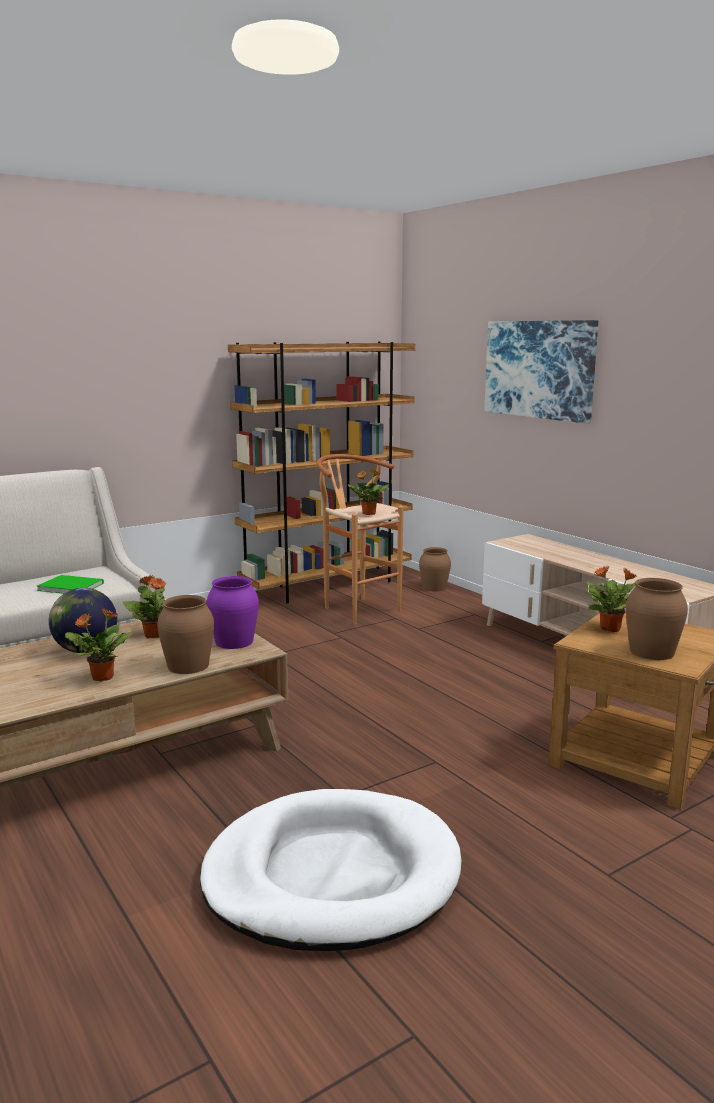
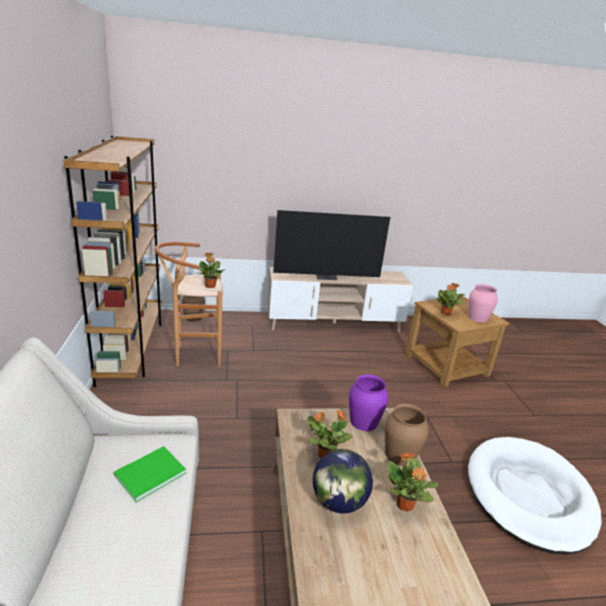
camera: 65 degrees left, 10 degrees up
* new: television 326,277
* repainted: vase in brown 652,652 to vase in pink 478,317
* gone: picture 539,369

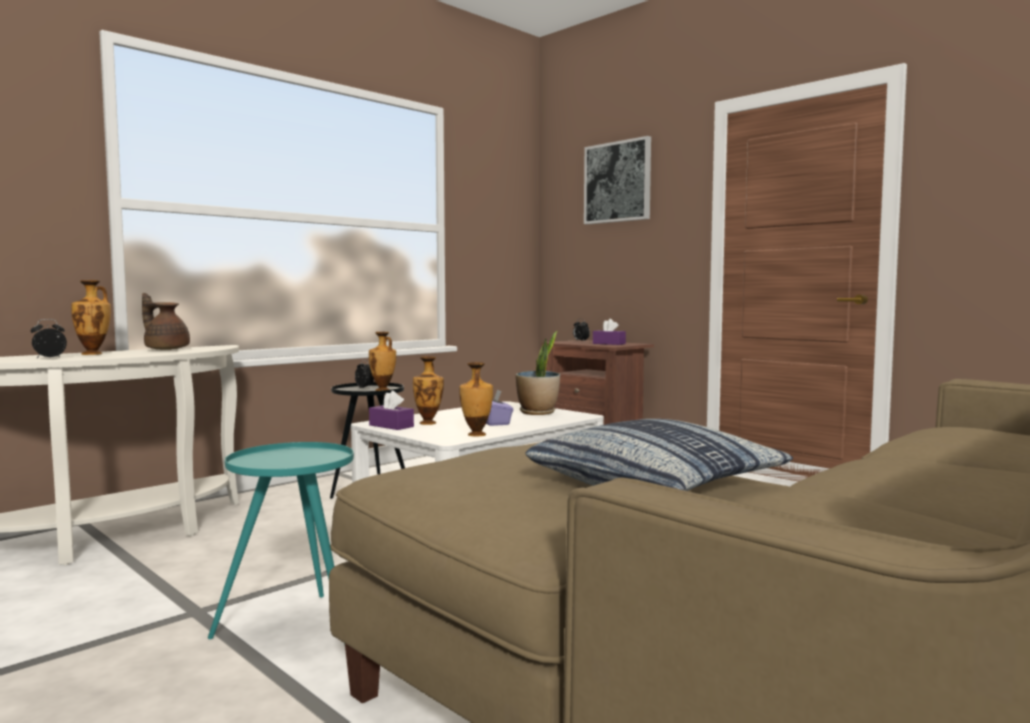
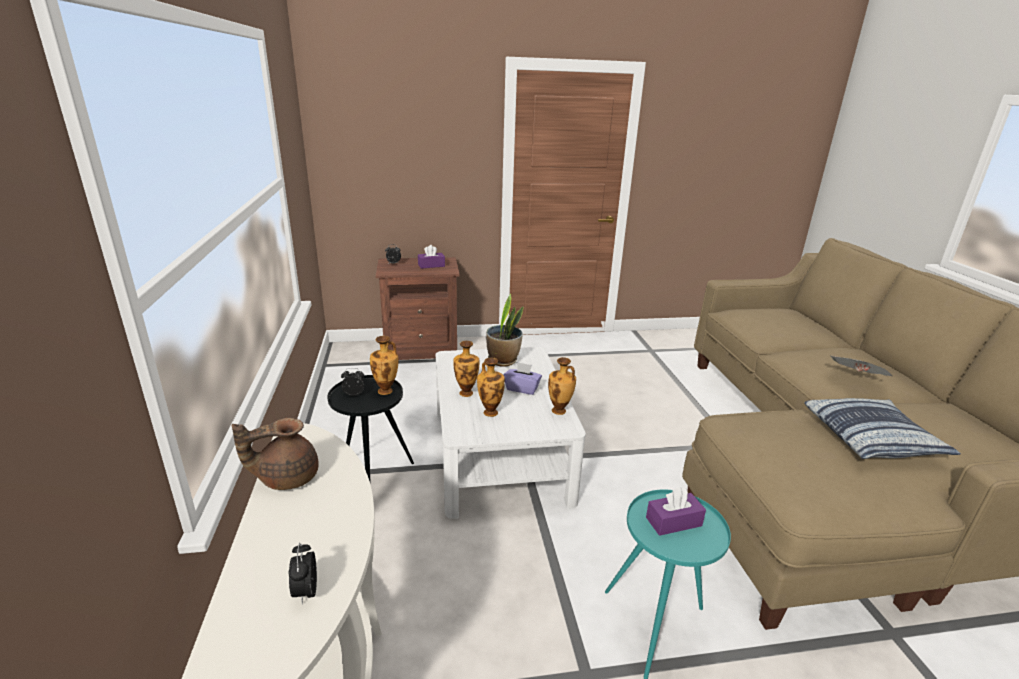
camera: 55 degrees left, 20 degrees up
* shifted: vase 93,354 to 466,392
* shifted: tissue box in purple 391,426 to 673,521
* new: newspaper 856,380
* gone: picture 617,182

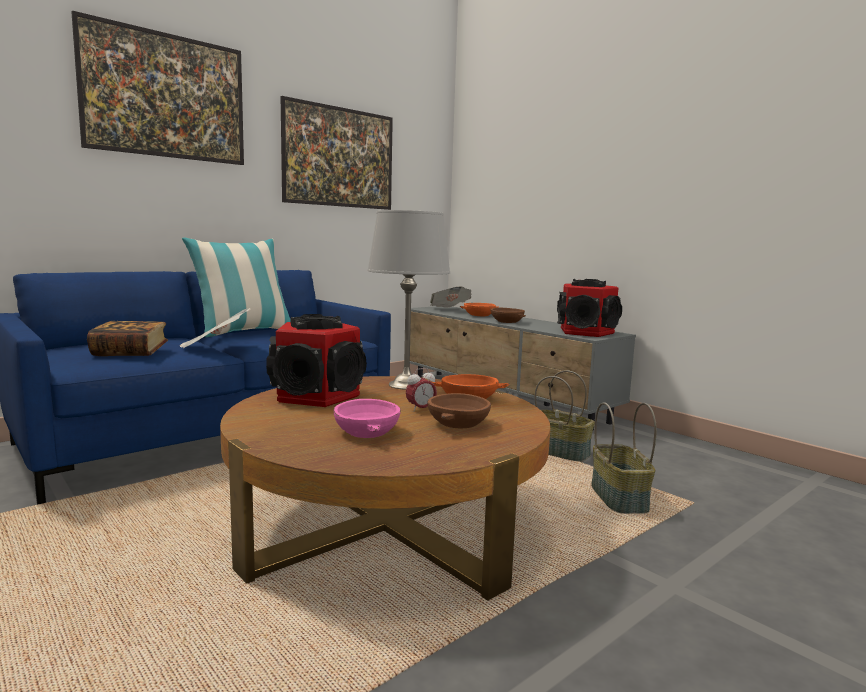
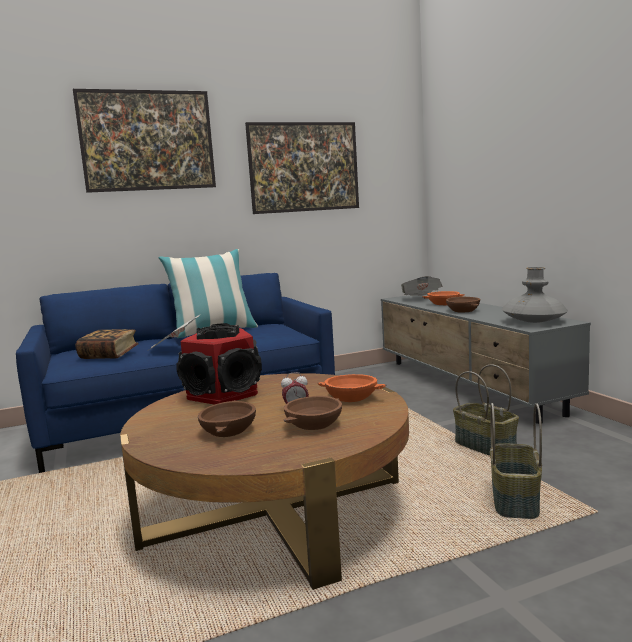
camera: 20 degrees right, 0 degrees up
* repainted: bowl in pink 368,432 to bowl in brown 229,431
* swapped: speaker 586,332 to vase in grey 534,321
* gone: table lamp in grey 406,385

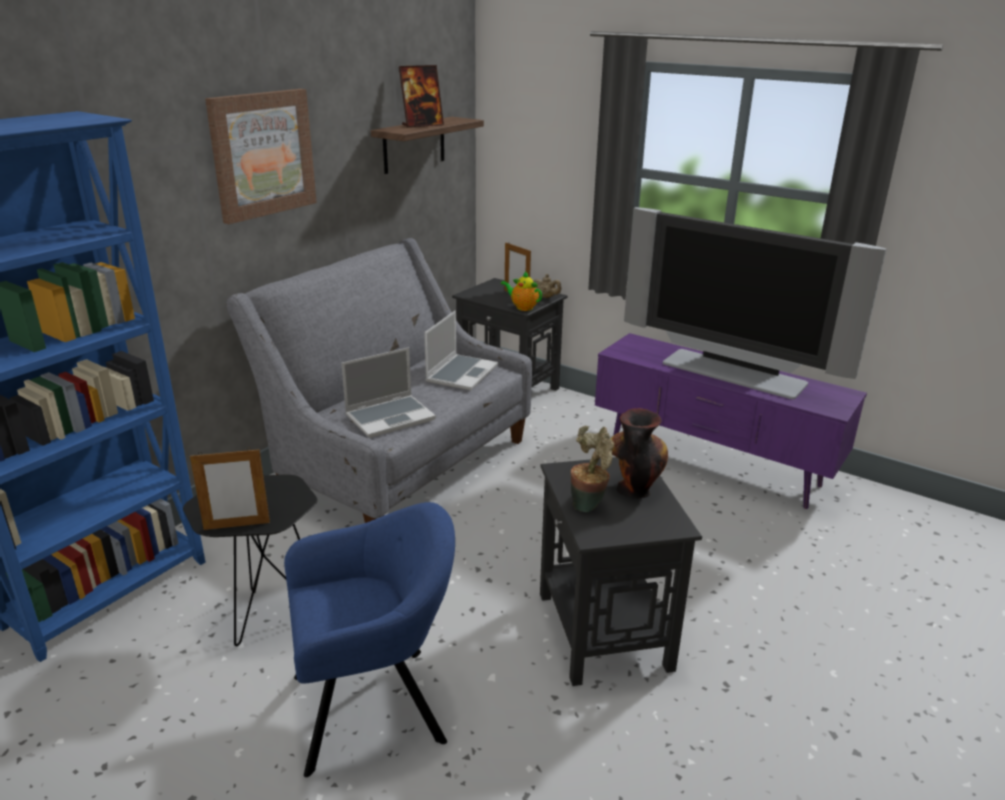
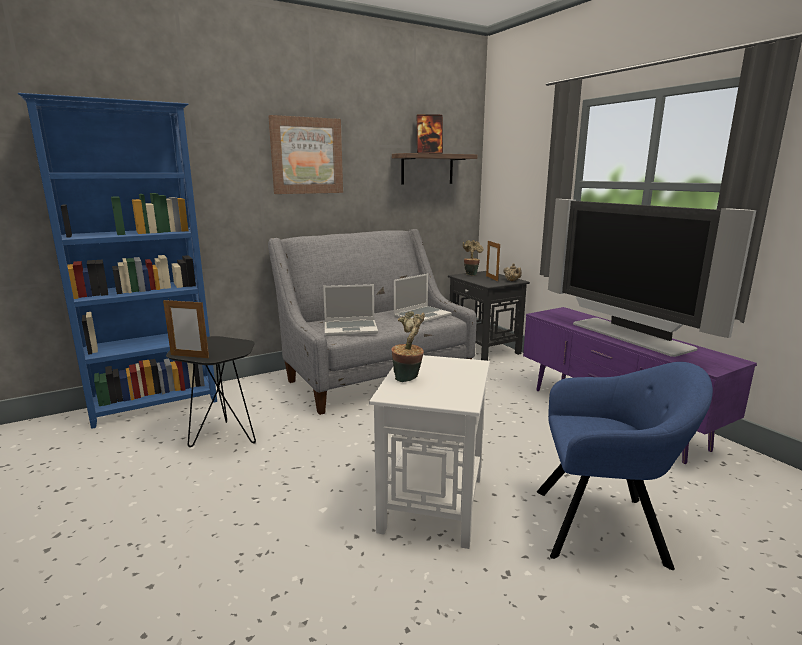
camera: 25 degrees right, 10 degrees down
* repainted: side table in black 604,631 to side table in white 432,504
* new: potted plant 471,274
* shifted: armchair in blue 375,706 to 605,526
* gone: teapot 522,307
* gone: vase 633,487

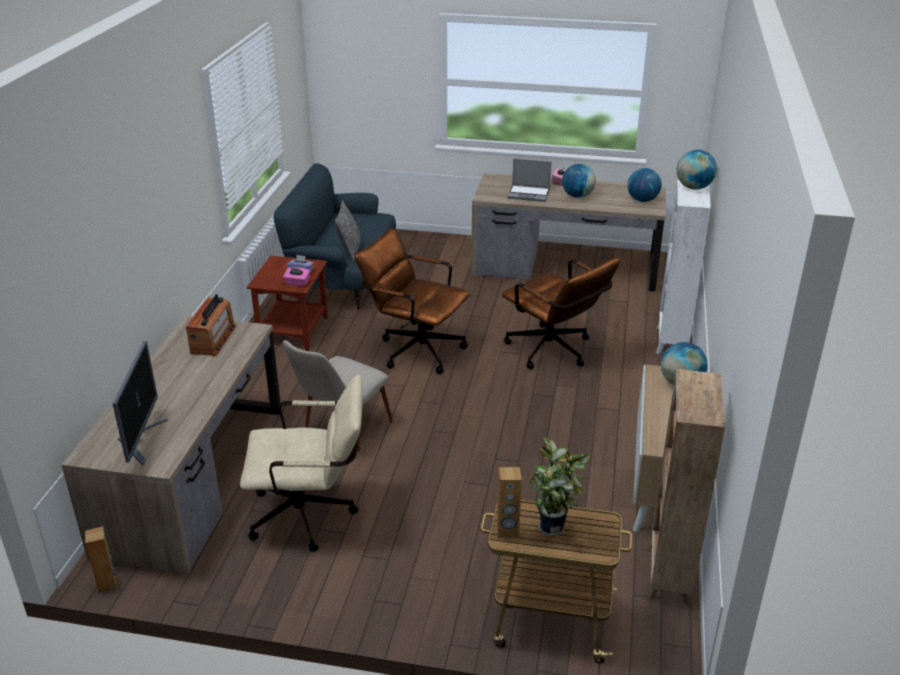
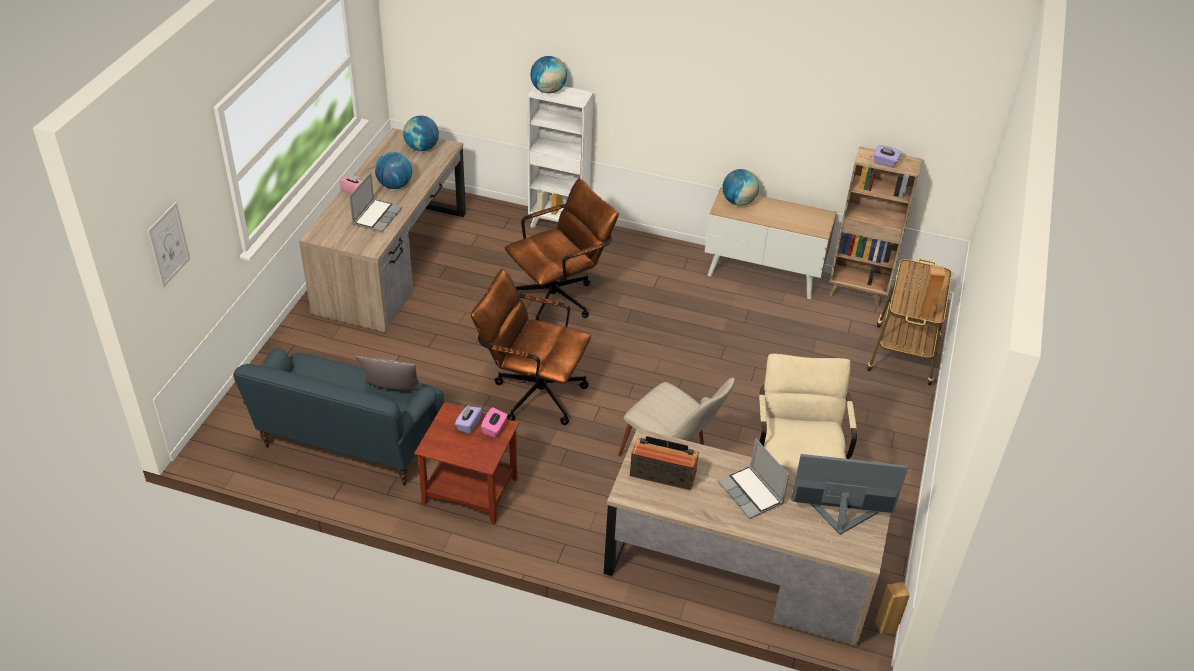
camera: 85 degrees left, 10 degrees up
* new: picture 168,244
* rotated: office chair in brown 414,349 = 532,392 75 degrees clockwise
* new: laptop 751,493
* new: tissue box in purple 885,162
* gone: potted plant 554,527

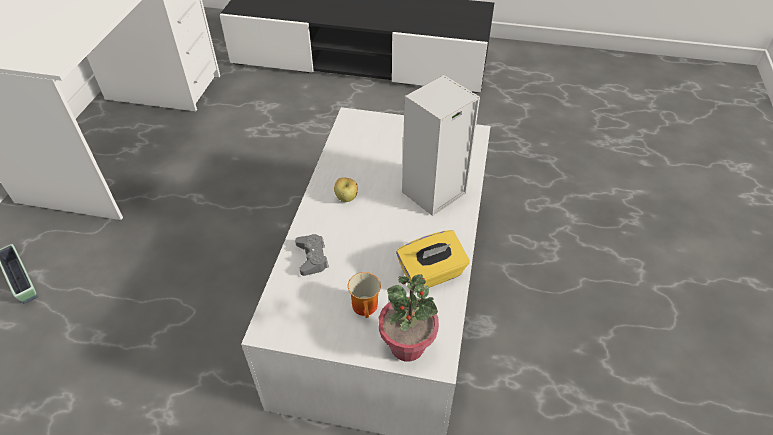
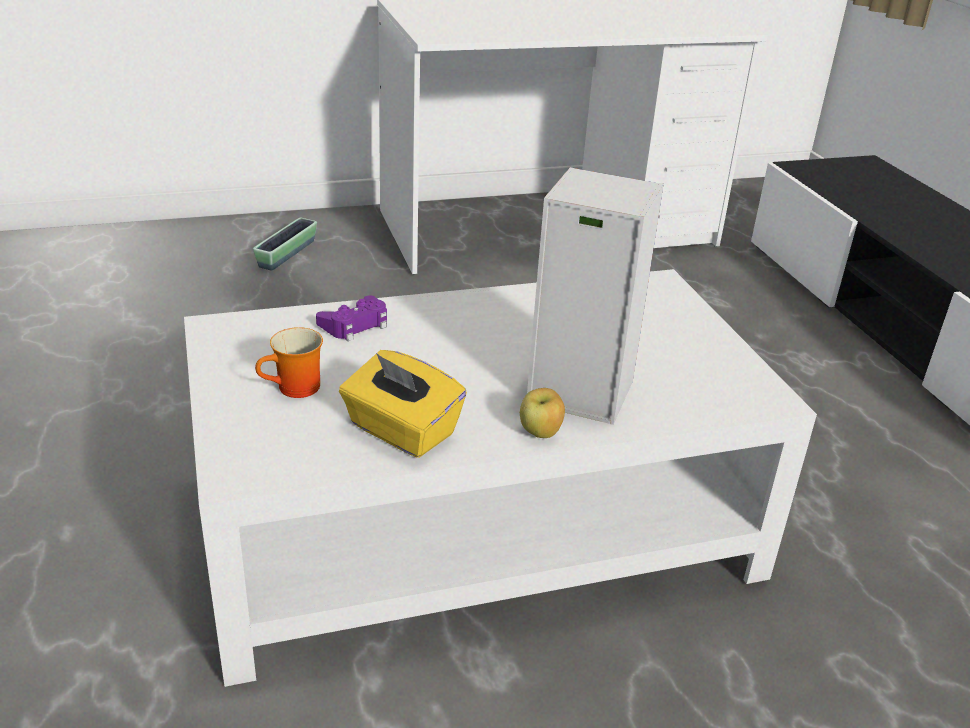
camera: 60 degrees right, 15 degrees down
* repainted: game controller in grey 312,258 to game controller in purple 355,325
* shifted: apple 346,198 to 541,433
* gone: potted plant 407,346

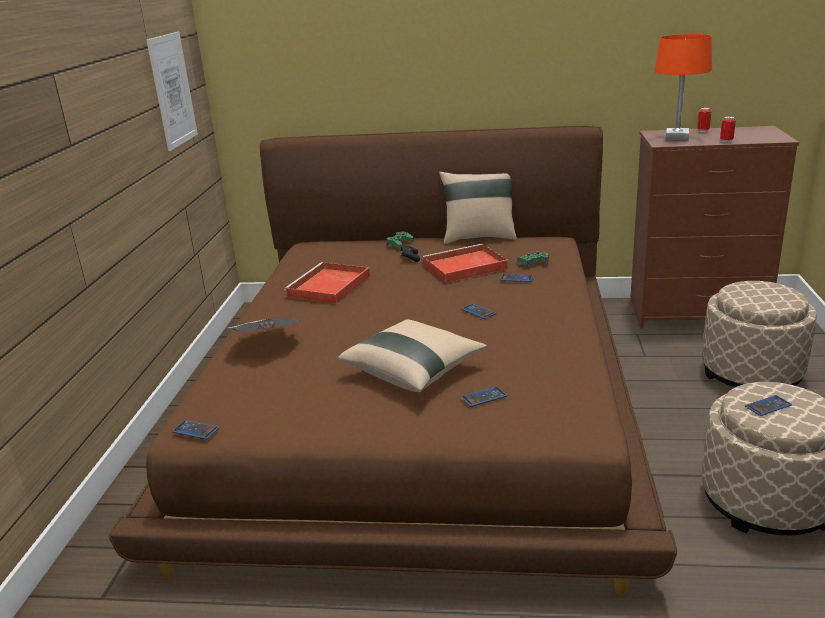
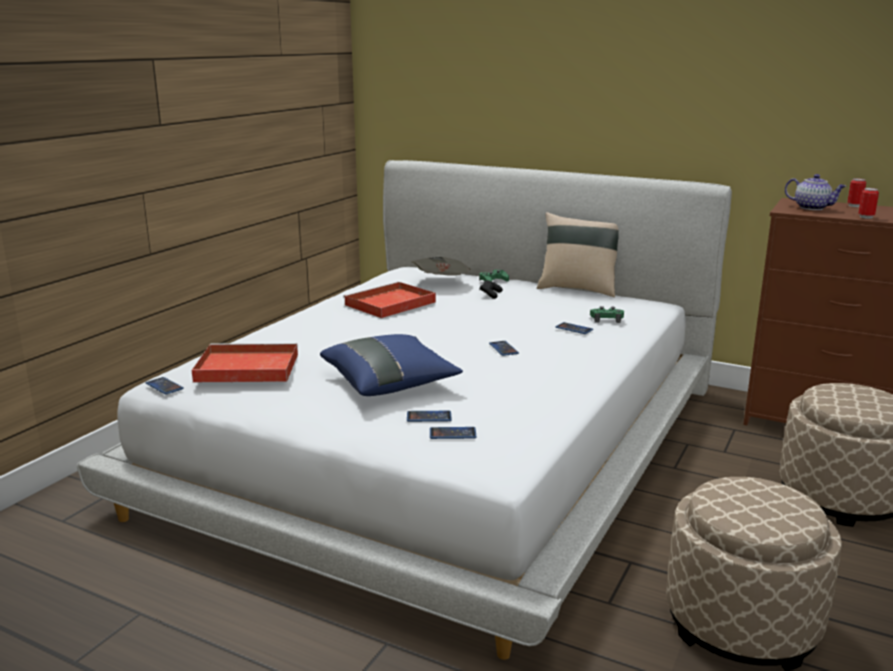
camera: 20 degrees right, 5 degrees down
* repainted: bed in brown 419,406 to bed in white 446,442
* shifted: tray in red 463,267 to 245,368
* repainted: pillow in beige 414,371 to pillow in blue 390,384
* shifted: newspaper 268,342 to 442,283
* shifted: phone 768,406 to 452,434
* swapped: table lamp in orange 677,138 to teapot 812,208
* gone: picture 172,90

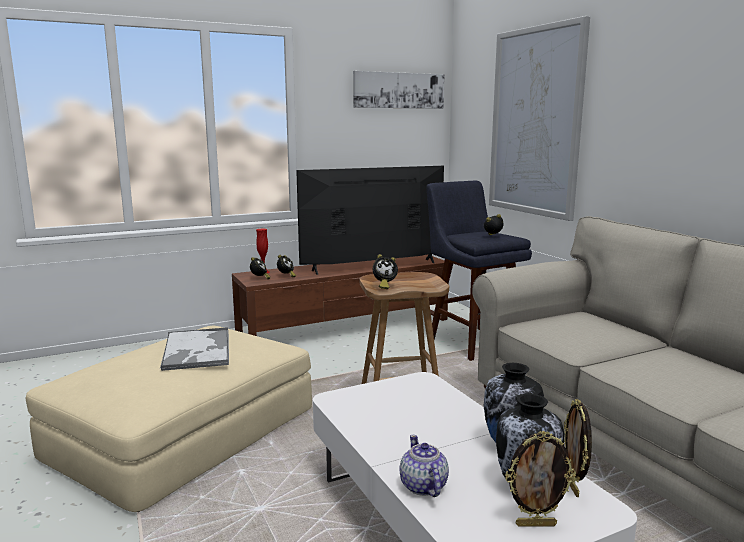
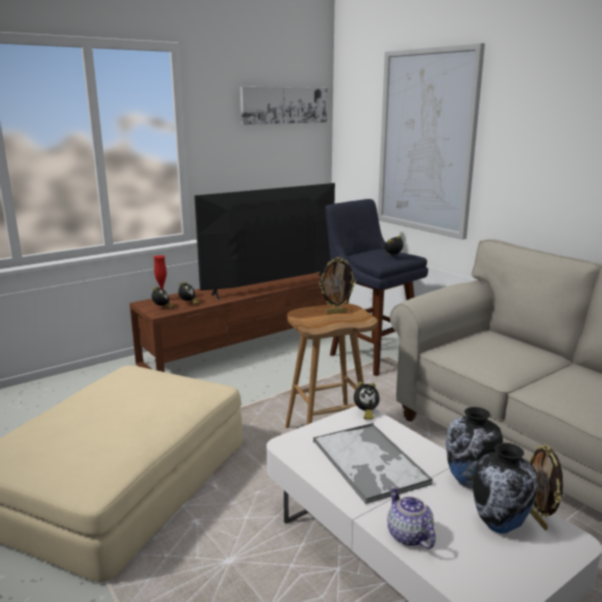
camera: 10 degrees left, 5 degrees up
* shifted: tray 197,350 to 370,463
* shifted: picture frame 535,524 to 336,312
* shifted: alarm clock 384,286 to 365,413

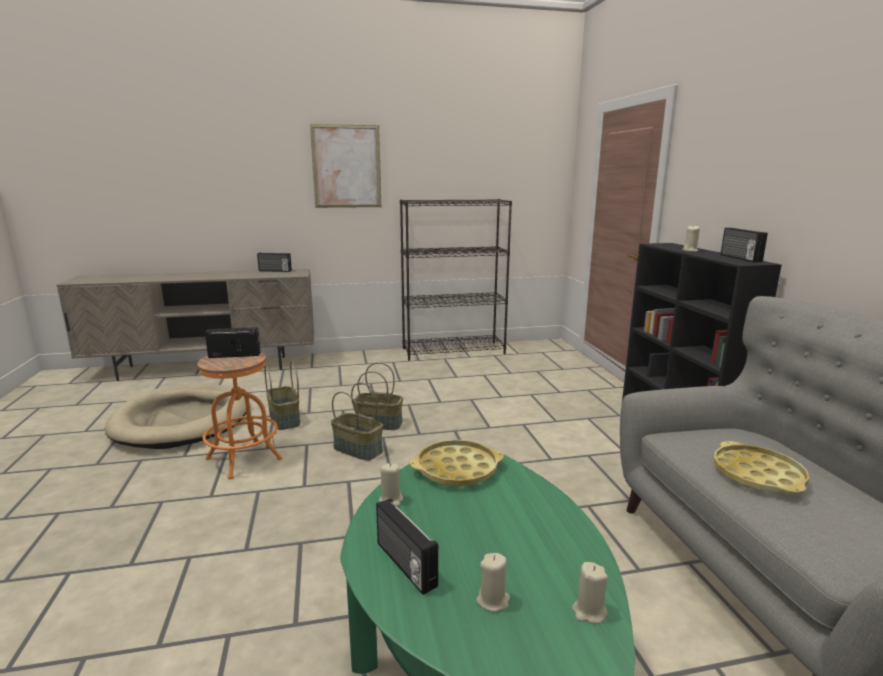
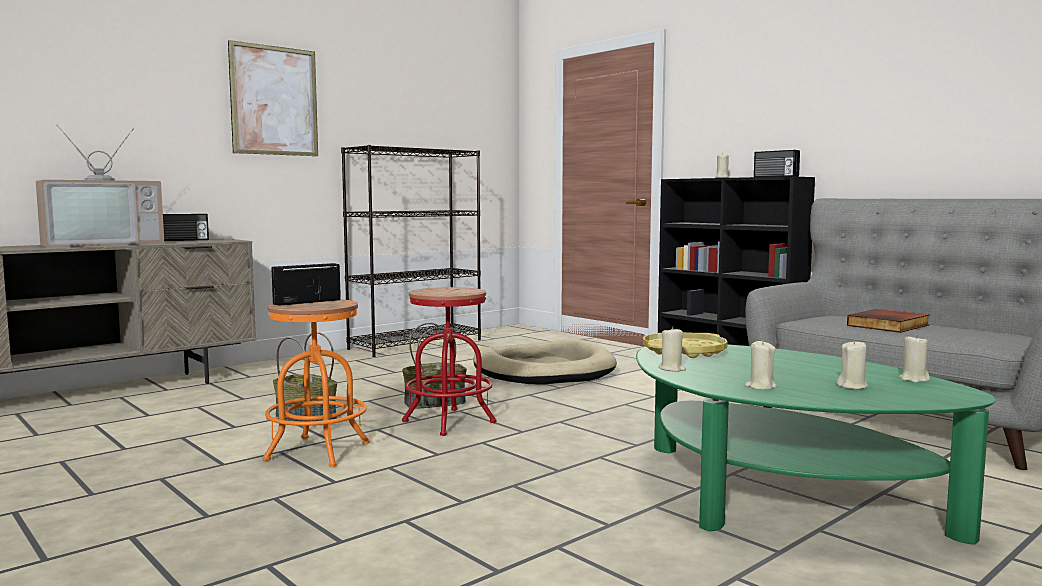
camera: 30 degrees left, 10 degrees down
* new: television 103,244
* swapped: basket 358,449 to stool in red 449,422
* shifted: dog bed in beige 183,420 to 543,370
* swapped: radio 404,565 to candle in beige 760,387
* swapped: tray in yellow 757,475 to book 889,325

